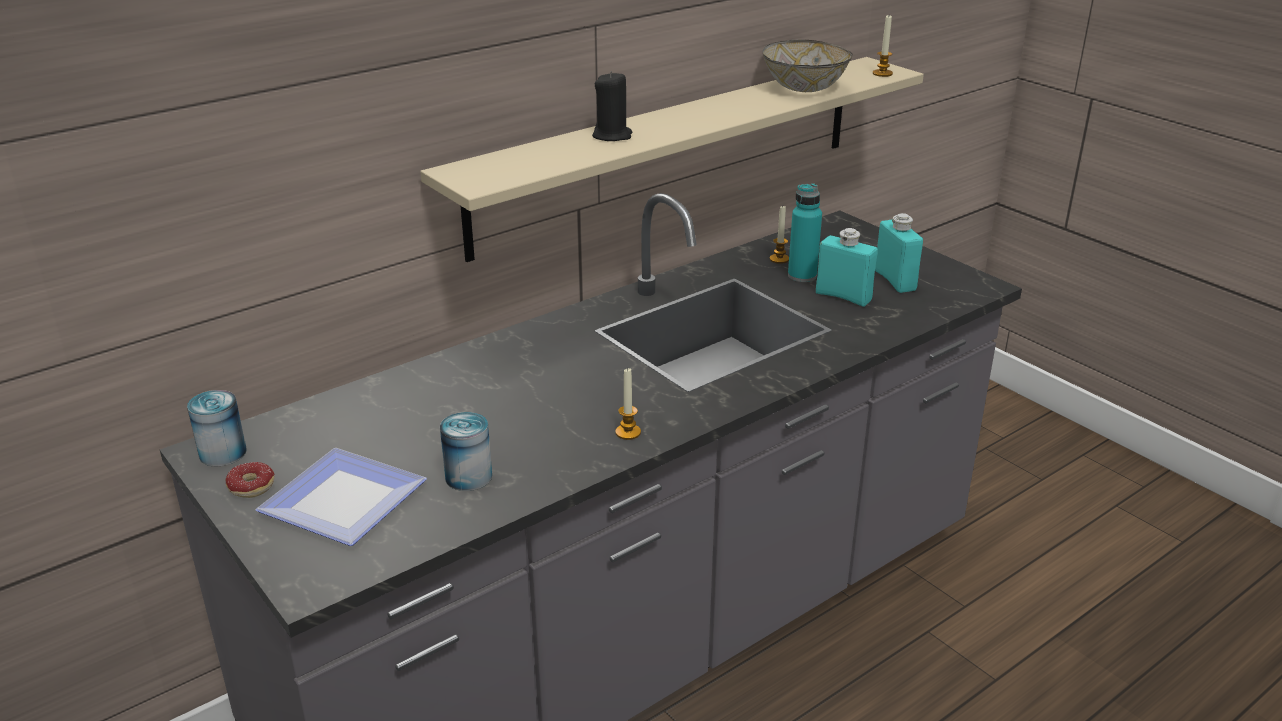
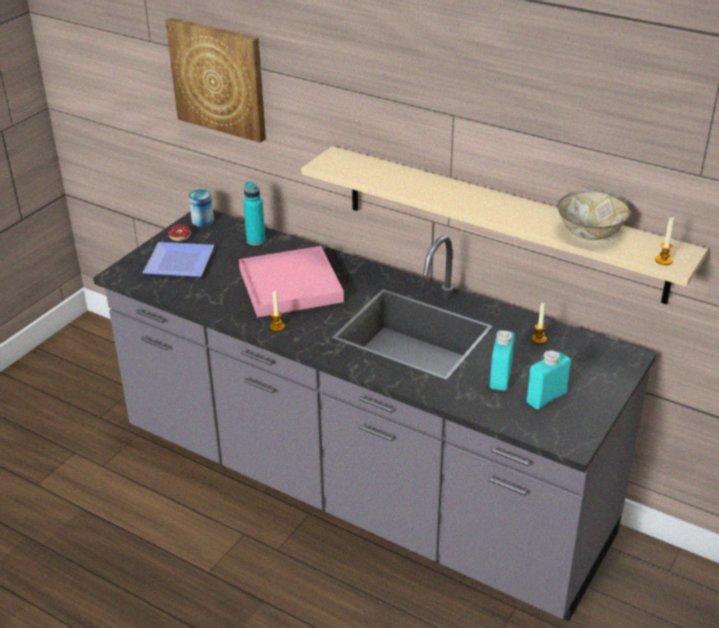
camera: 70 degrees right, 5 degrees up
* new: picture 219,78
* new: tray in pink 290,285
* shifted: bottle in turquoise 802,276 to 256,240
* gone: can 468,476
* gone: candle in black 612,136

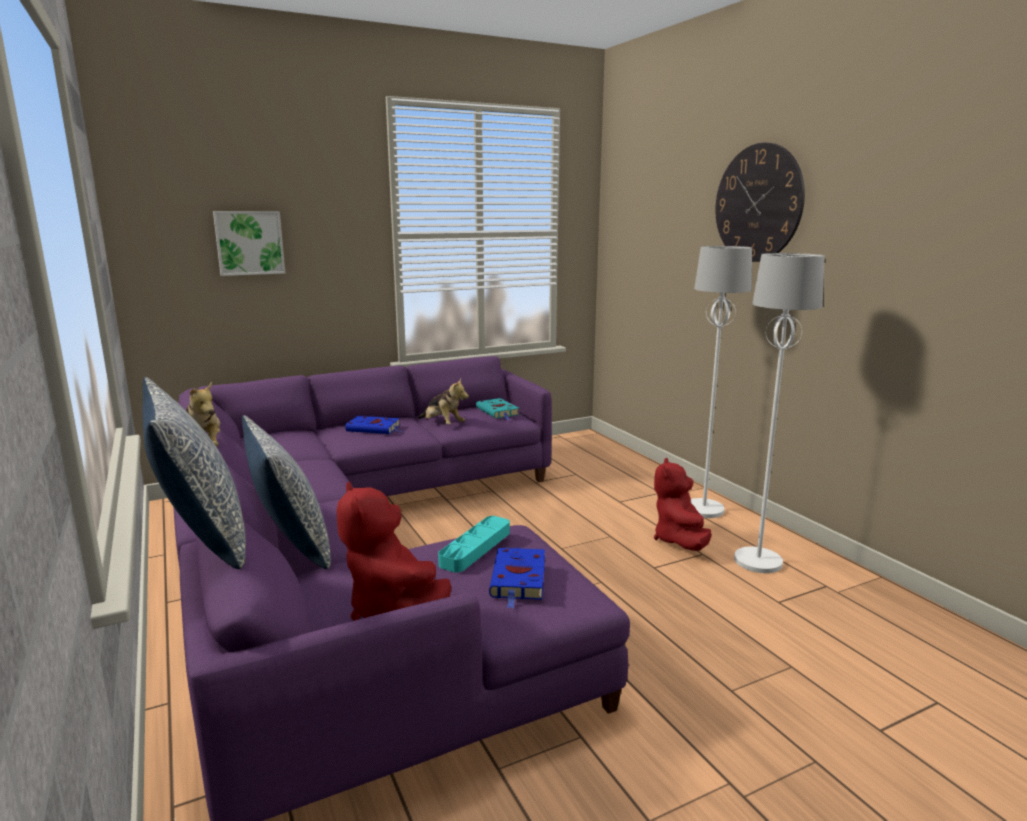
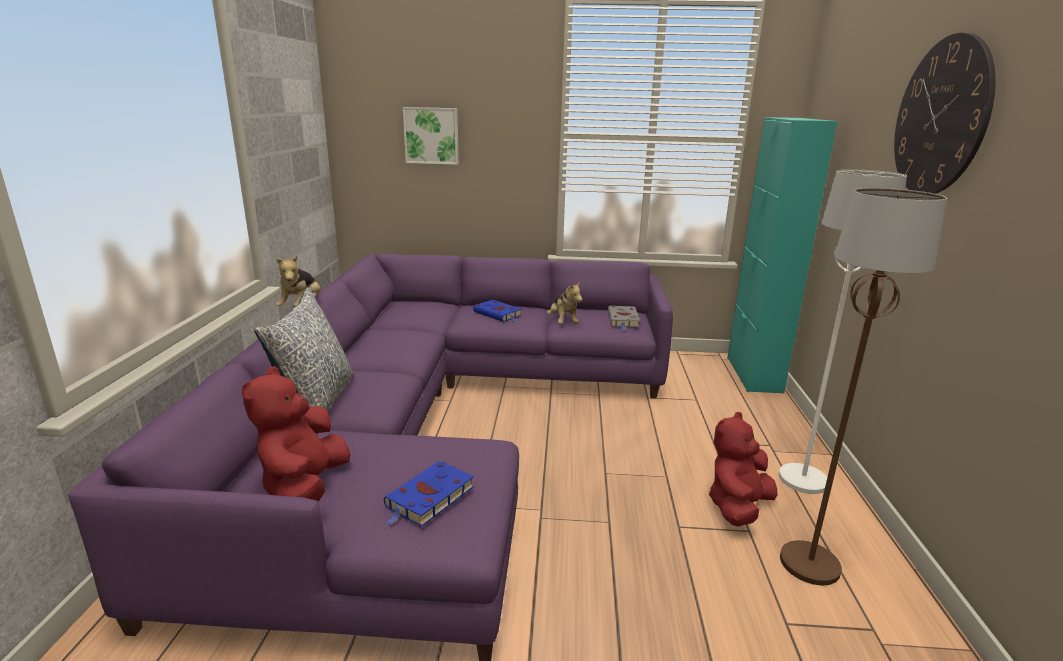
camera: 30 degrees right, 5 degrees up
* repainted: book in turquoise 498,412 to book in grey 623,320
* new: cabinet in turquoise 753,374
* repainted: floor lamp in white 758,561 to floor lamp in brown 810,564
* gone: pillow 202,537
* gone: tray in turquoise 475,548

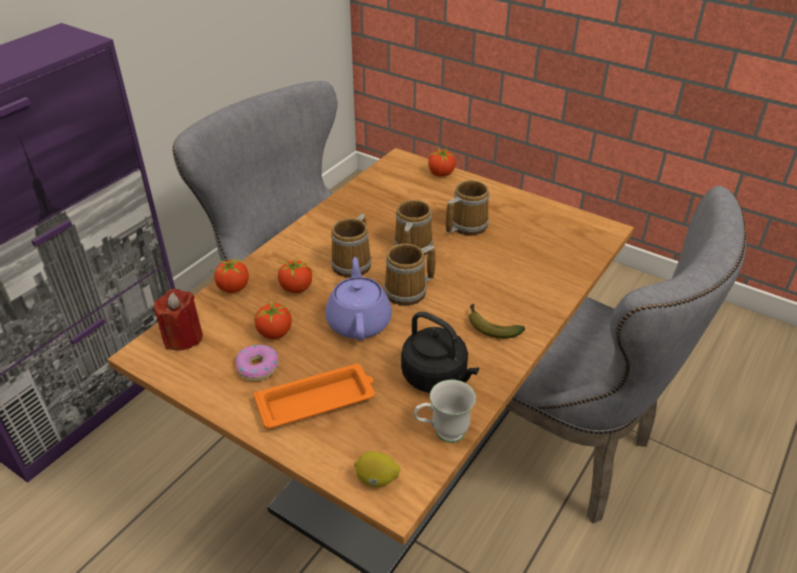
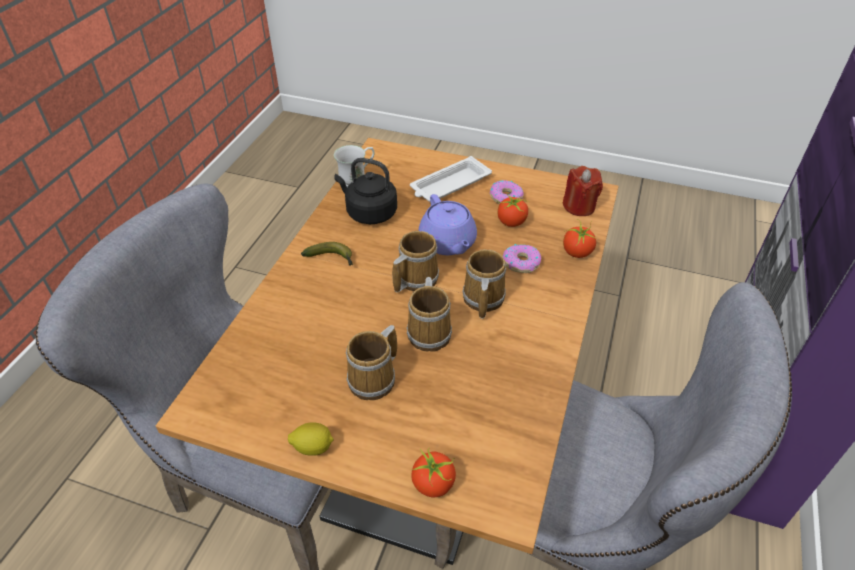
camera: 165 degrees right, 5 degrees up
* shifted: lemon 376,480 to 313,447
* repainted: tray in orange 317,401 to tray in white 449,185
* swapped: tomato 296,288 to donut 521,262

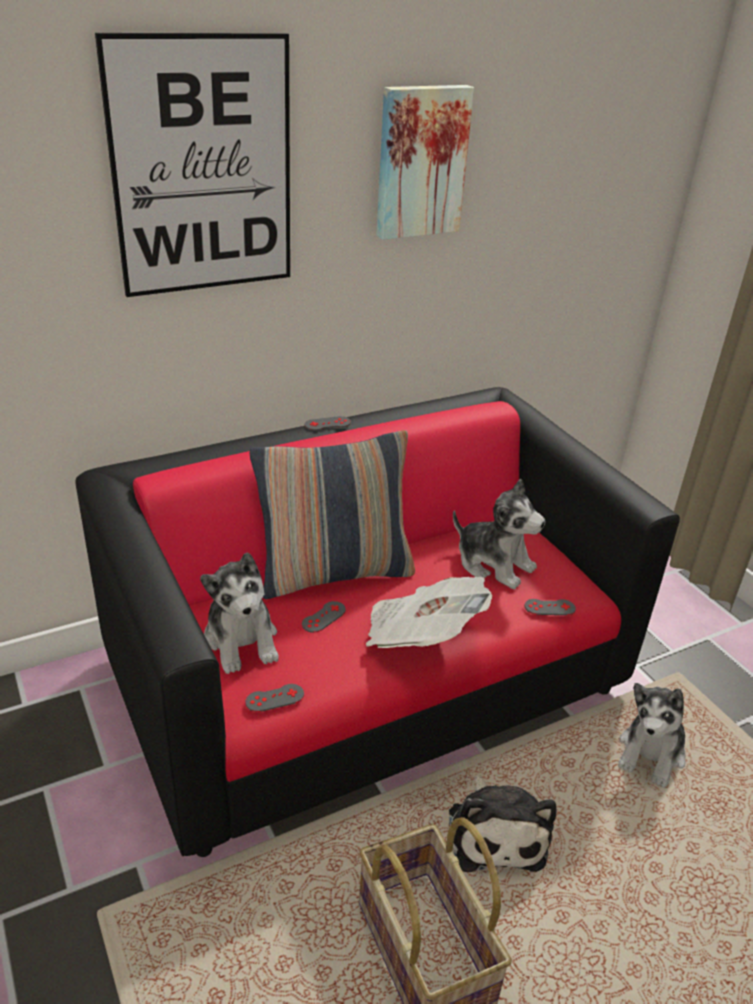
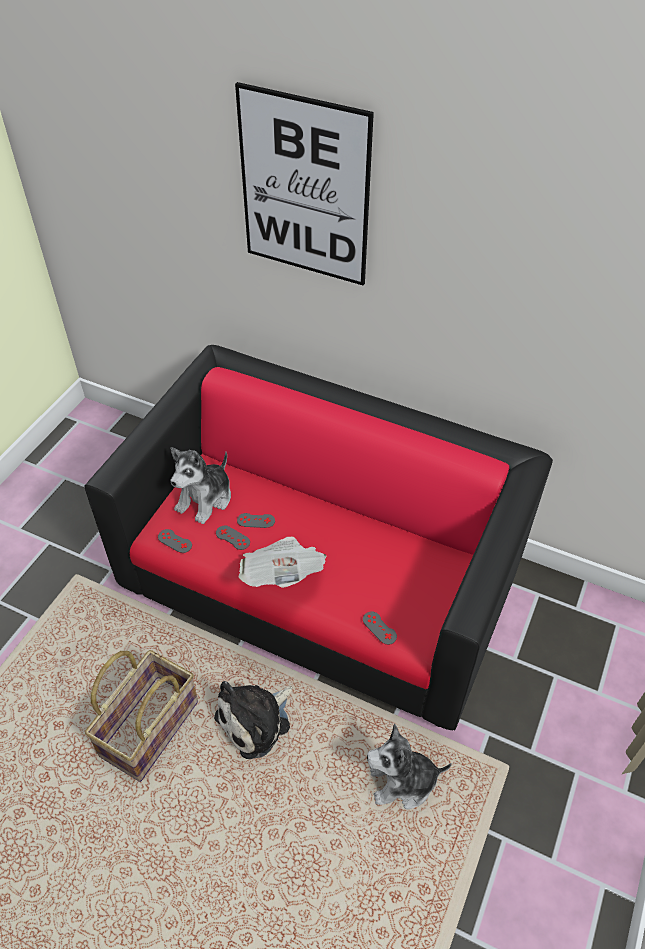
camera: 55 degrees right, 15 degrees up
* shifted: game controller in grey 327,424 to 233,538
* gone: pillow 334,573
* gone: picture 420,162
* gone: plush toy 494,564

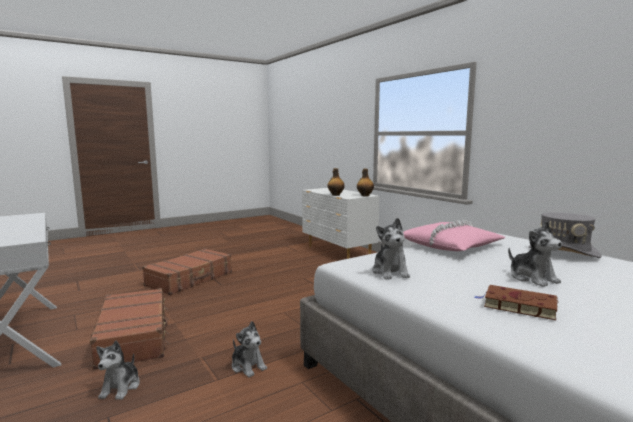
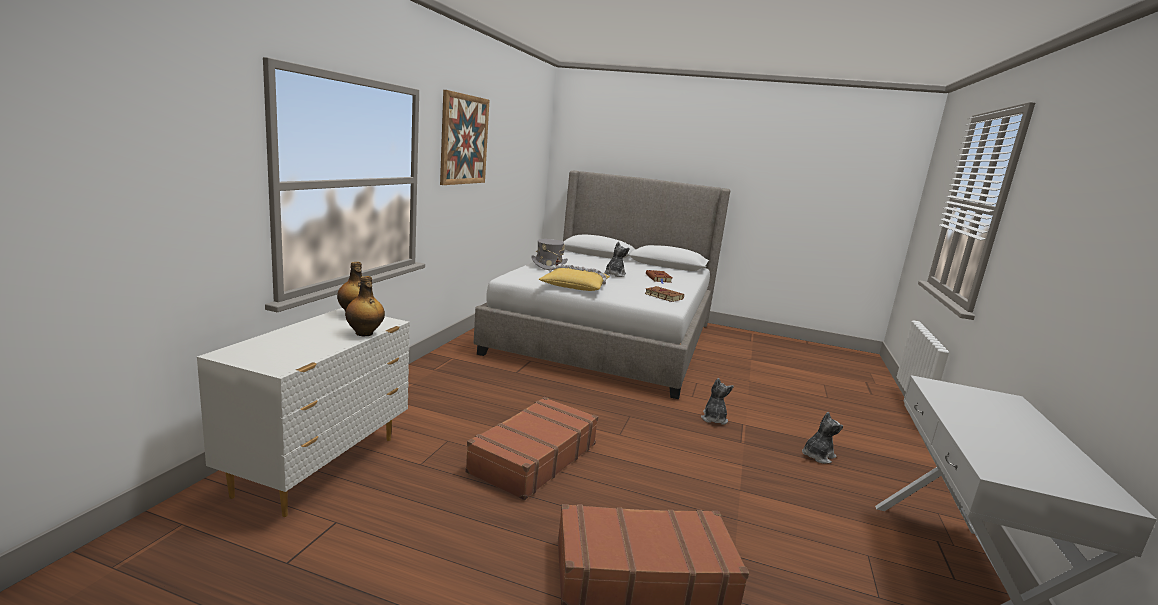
camera: 130 degrees left, 5 degrees up
* new: picture 464,140
* shifted: suitcase in brown 134,336 to 533,458
* repainted: pillow in pink 450,246 to pillow in yellow 575,285
* swapped: plush toy 390,272 to book in brown 662,296

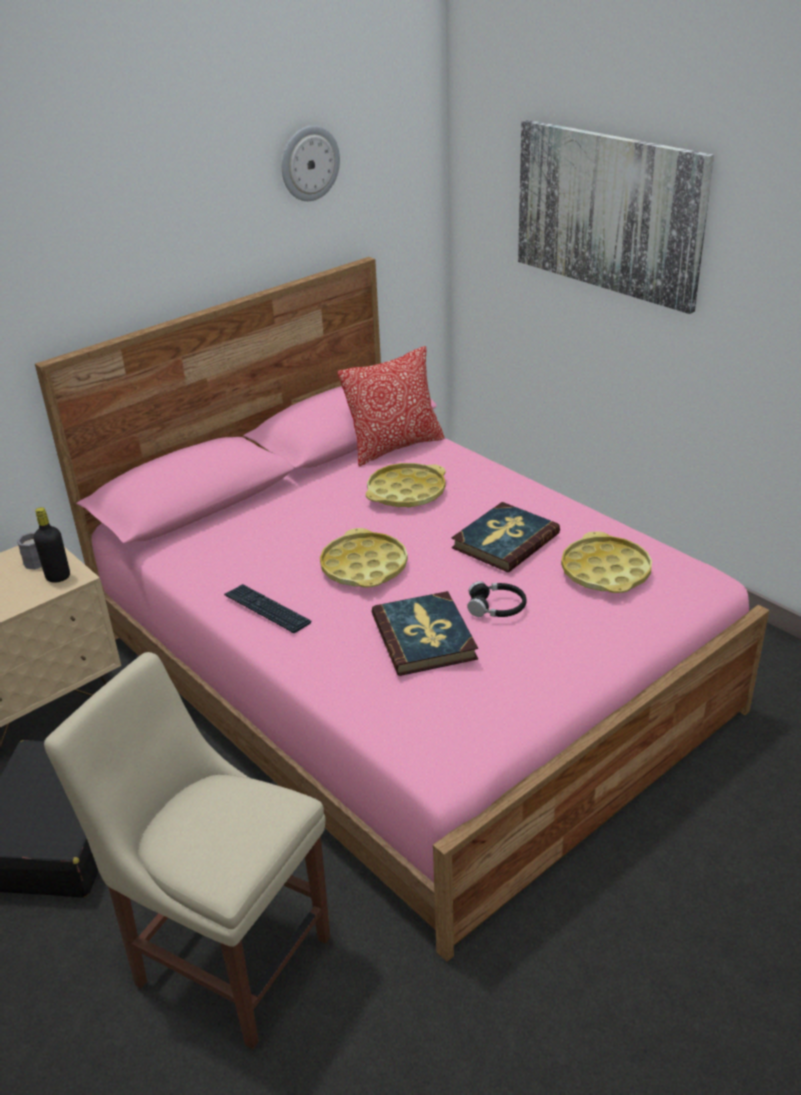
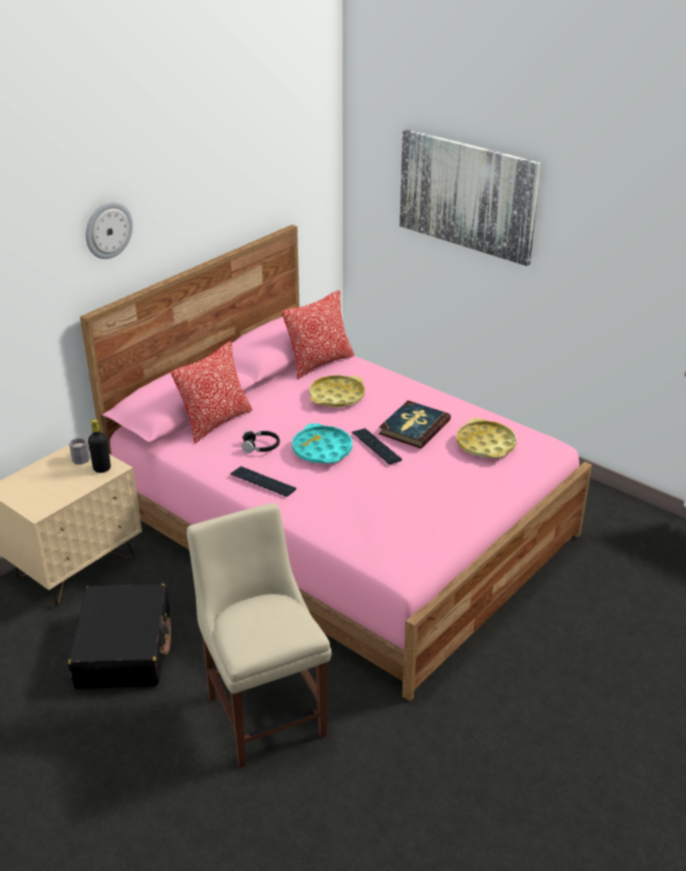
camera: 10 degrees left, 0 degrees up
* shifted: wall clock 309,163 to 108,229
* new: pillow 216,422
* rotated: chair in beige 226,955 = 264,711 45 degrees clockwise
* shifted: headphones in black 497,607 to 261,446
* repainted: tray in yellow 364,567 to tray in turquoise 322,450
* new: keyboard 376,447
* gone: book 424,637

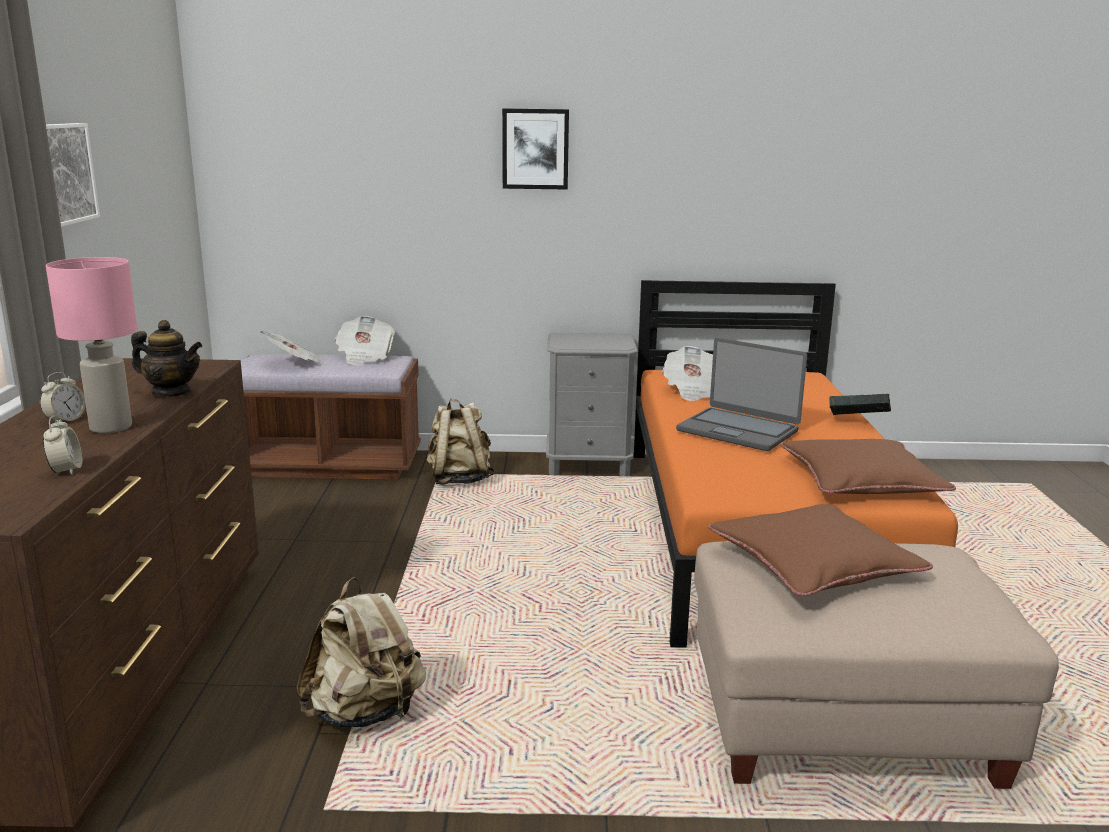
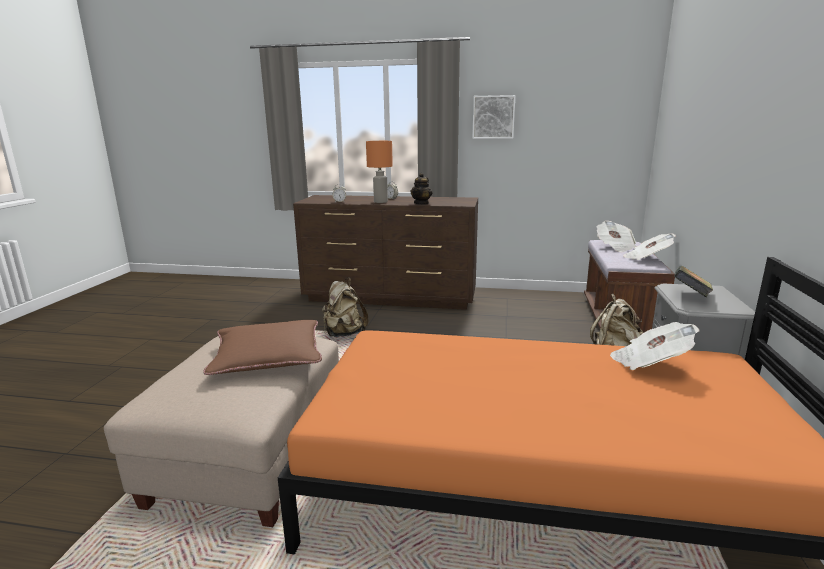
camera: 100 degrees right, 0 degrees up
* repainted: table lamp in pink 110,427 to table lamp in orange 381,202
* shifted: book 857,422 to 690,296
* gone: picture 535,149
* gone: laptop 738,430
* gone: pillow in brown 861,480

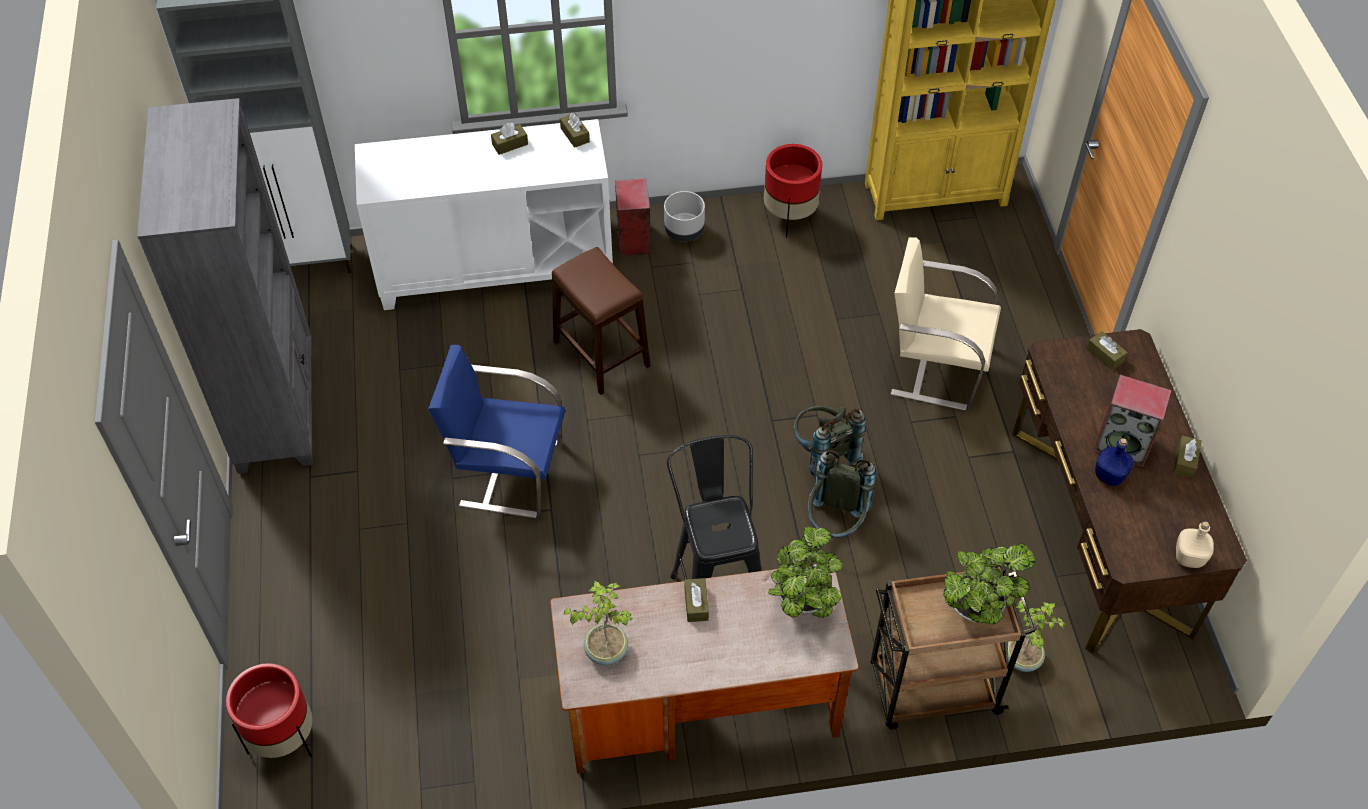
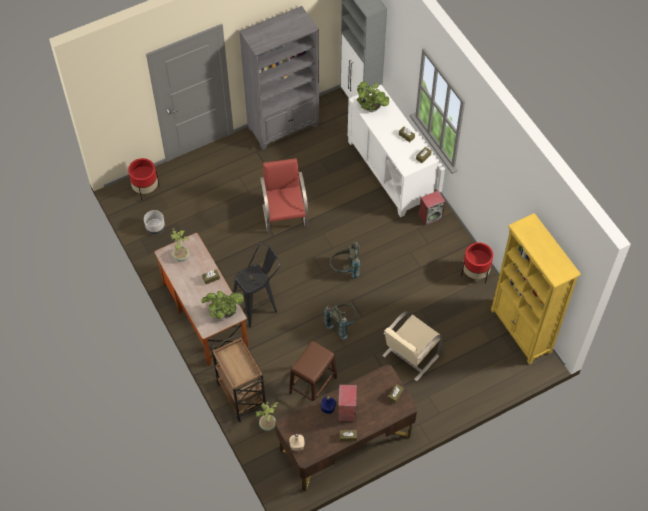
camera: 70 degrees right, 5 degrees up
* shifted: planter in grey 684,231 to 155,228
* repainted: chair in blue 508,472 to chair in red 285,215
* shifted: stool in brown 601,354 to 312,385
* shifted: backpack in grey 835,524 to 345,270
* shifted: potted plant 978,606 to 372,108
* rotated: chair in beige 934,367 = 409,356 135 degrees counterclockwise

